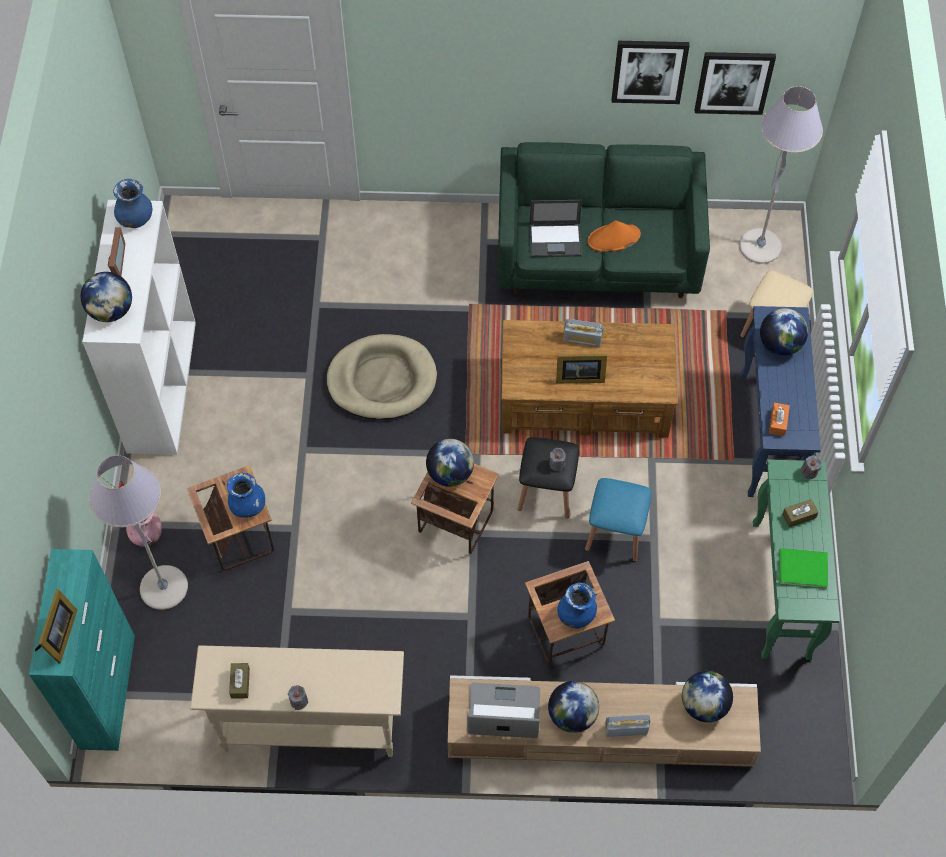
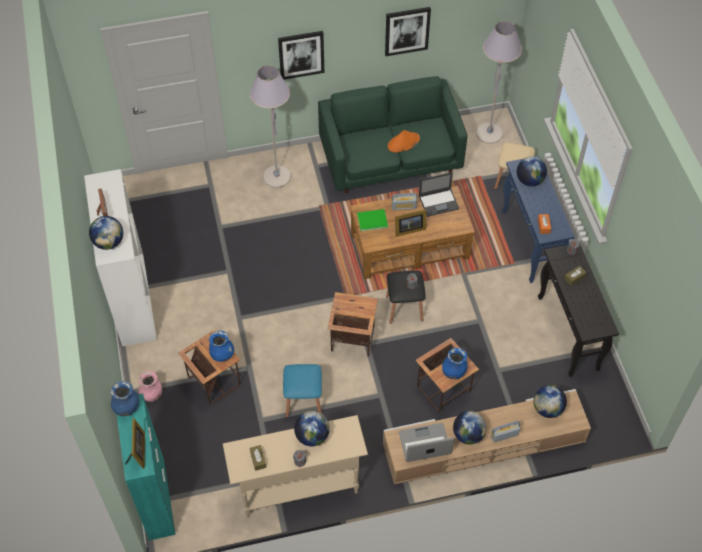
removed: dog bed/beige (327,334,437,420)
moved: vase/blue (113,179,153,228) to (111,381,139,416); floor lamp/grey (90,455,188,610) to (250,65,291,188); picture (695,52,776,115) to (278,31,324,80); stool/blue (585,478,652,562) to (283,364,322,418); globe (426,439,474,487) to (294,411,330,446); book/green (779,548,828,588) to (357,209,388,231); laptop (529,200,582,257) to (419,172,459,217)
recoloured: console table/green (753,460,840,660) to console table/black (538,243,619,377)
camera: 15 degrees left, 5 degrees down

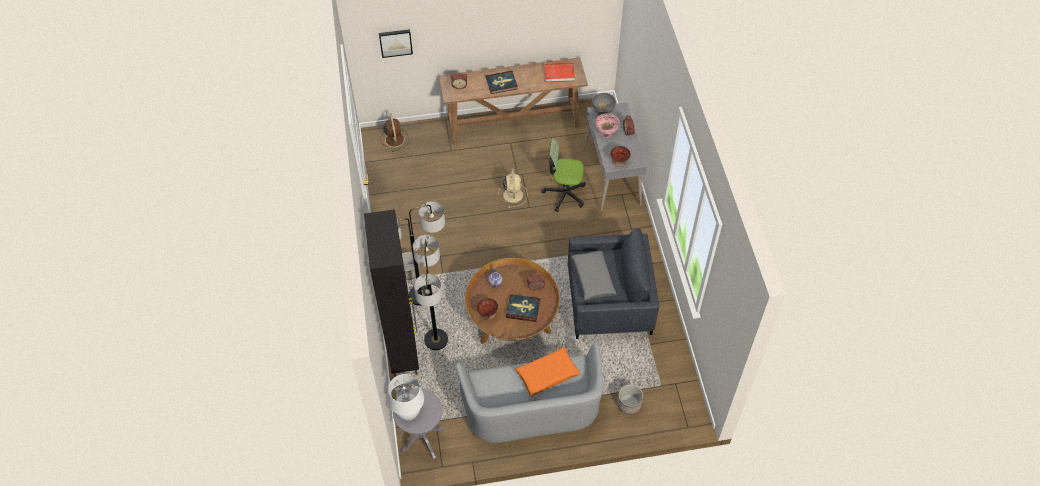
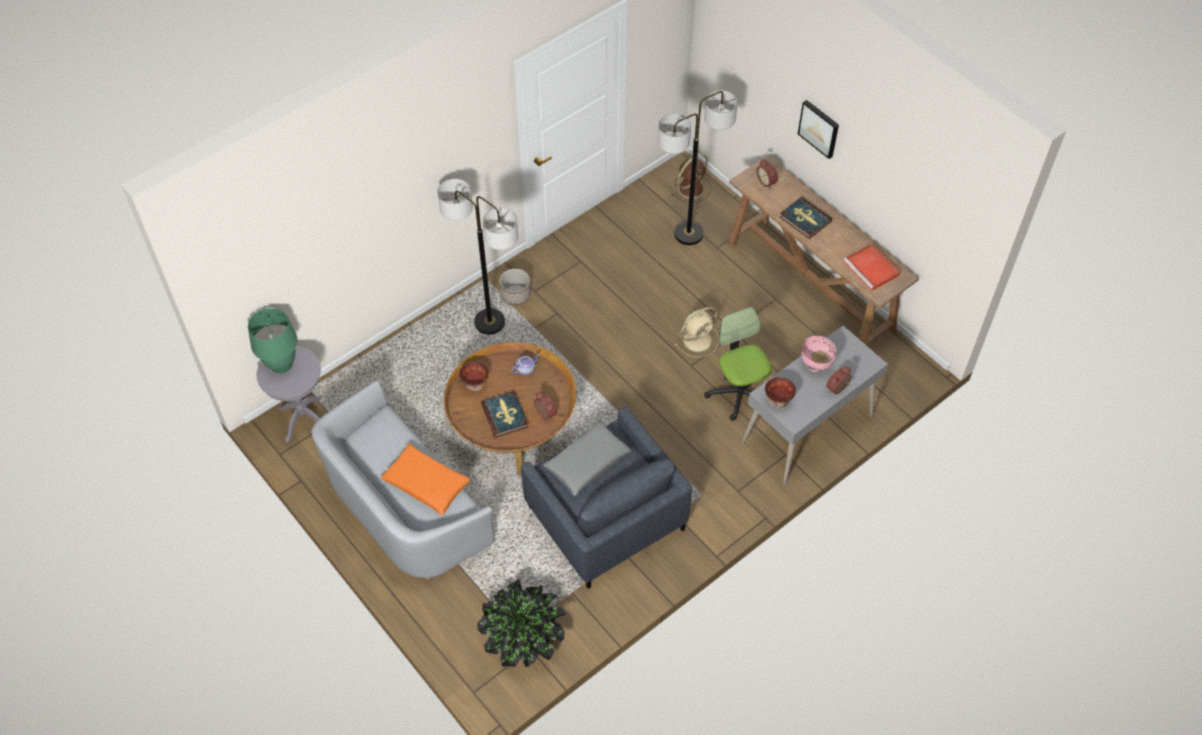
removed: cabinet/black (364,209,419,377); bowl/grey (592,93,616,115); planter (617,384,643,414)
added: potted plant (477,579,566,667)
moved: floor lamp (413,235,448,350) to (658,90,738,245); picture (379,29,413,58) to (798,100,839,159)
recoloured: table lamp/white (388,374,424,421) to table lamp/green (248,308,298,373)
camera: 60 degrees right, 0 degrees up

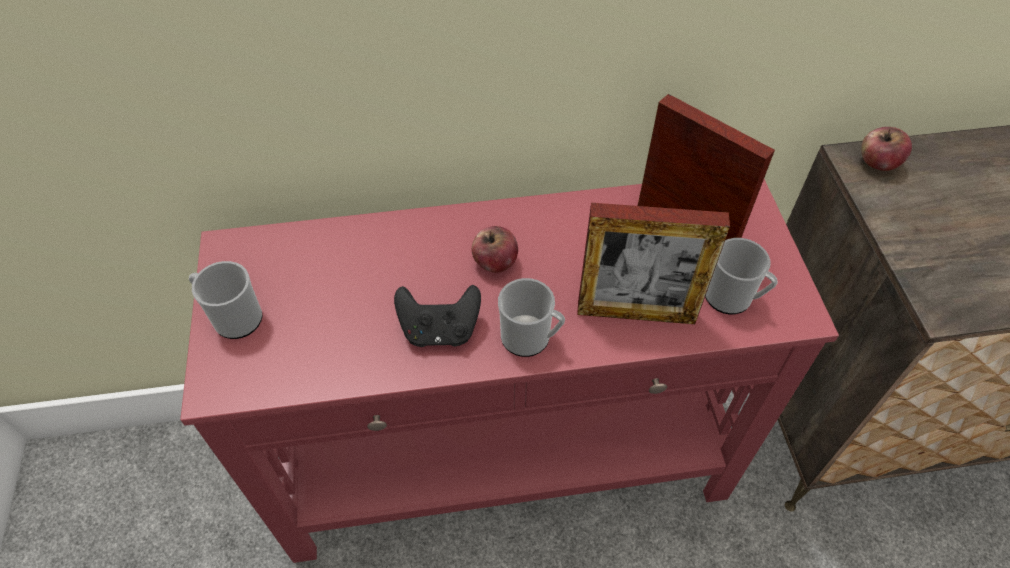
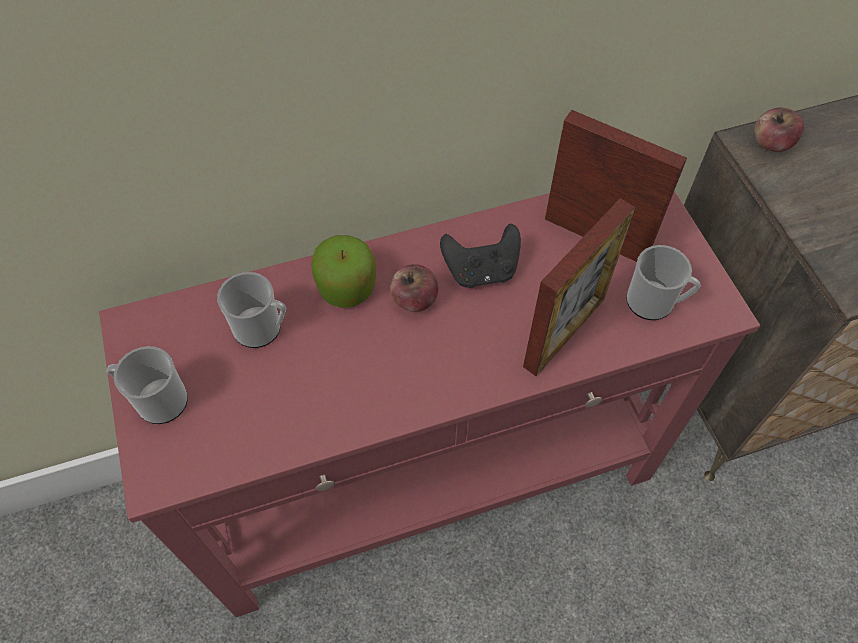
added: apple (311,235,376,308)
moved: mug (498,278,565,357) to (217,272,286,348); game controller/black (394,285,481,347) to (440,224,521,288)
turned: picture frame (577,203,730,324) = (523,198,636,376) 45 degrees counterclockwise
camera: 10 degrees left, 5 degrees up

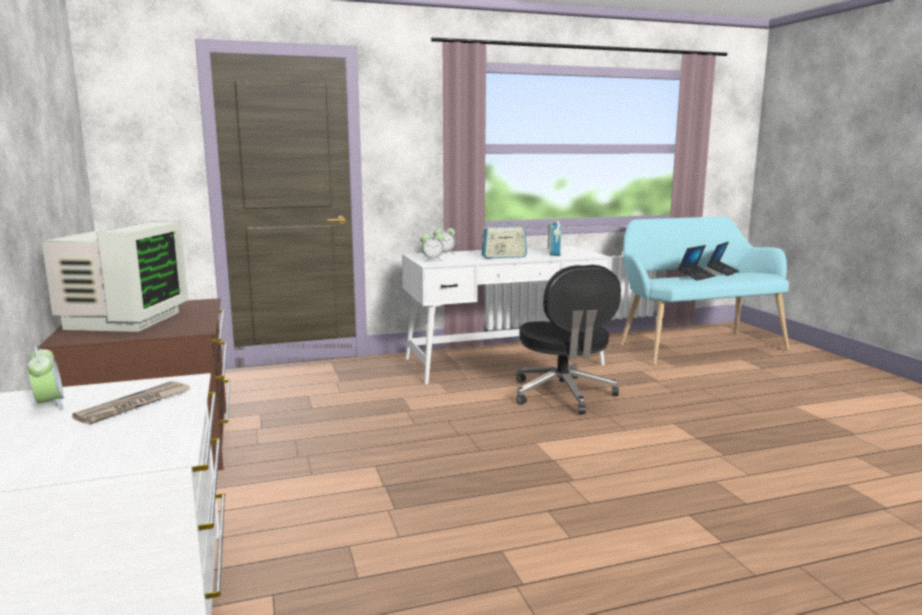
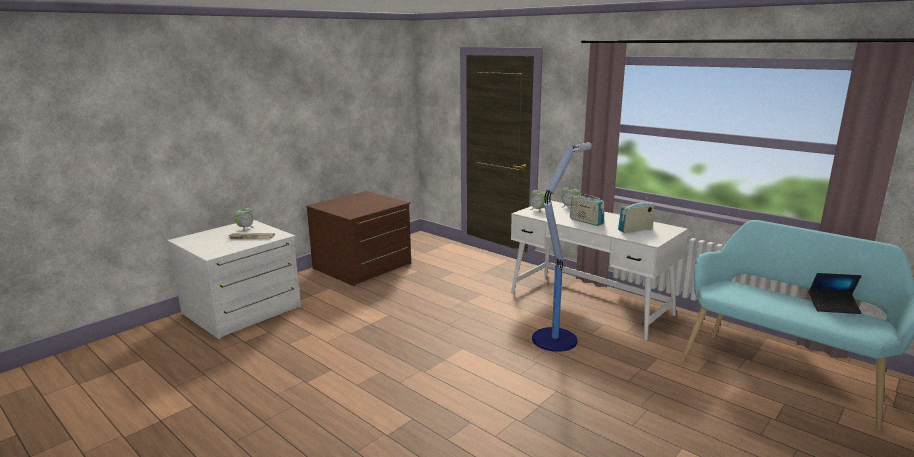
removed: monitor (41,222,189,332); laptop (678,245,715,281)
replaced: office chair/black (516,265,621,414) to floor lamp (532,142,592,352)
camera: 60 degrees right, 5 degrees up

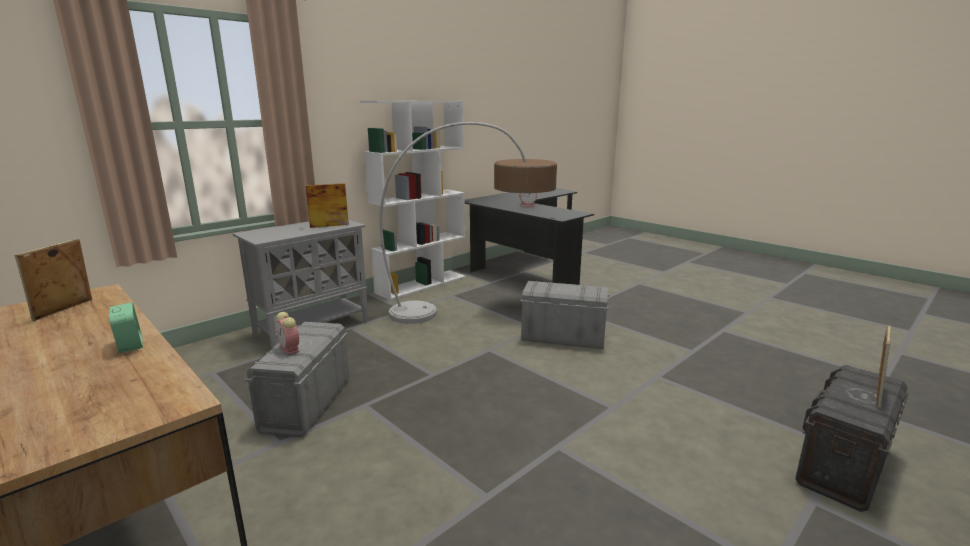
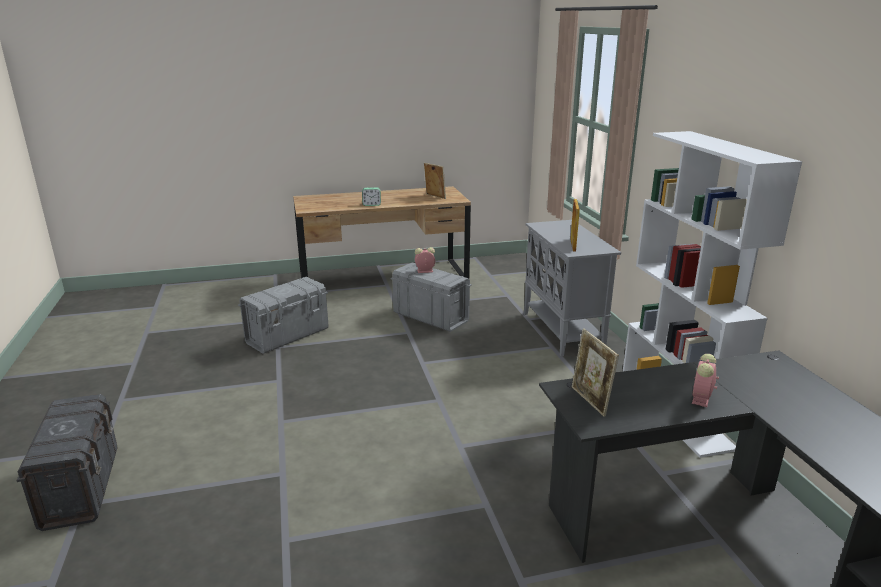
removed: floor lamp (380,122,557,324)
moved: storage box/grey (520,281,609,349) to (238,277,329,354); picture frame (877,325,891,408) to (571,329,619,417)
camera: 120 degrees right, 5 degrees up

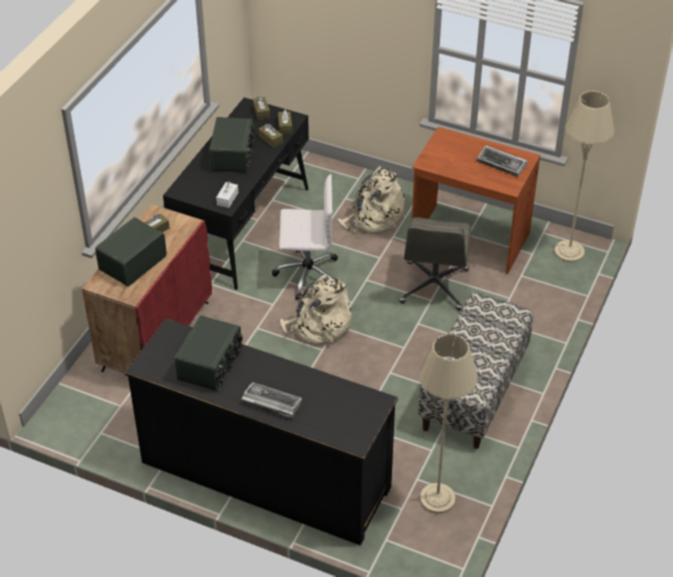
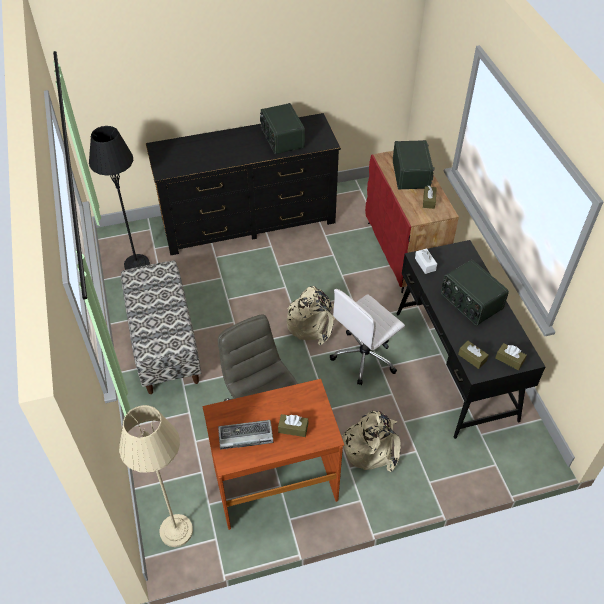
removed: keyboard (241,382,303,419)
moved: tissue box/brown (259,124,283,148) to (278,414,308,437)
recoloured: floor lamp/beige (419,334,478,514) to floor lamp/black (89,126,150,270)
camera: 140 degrees right, 5 degrees up

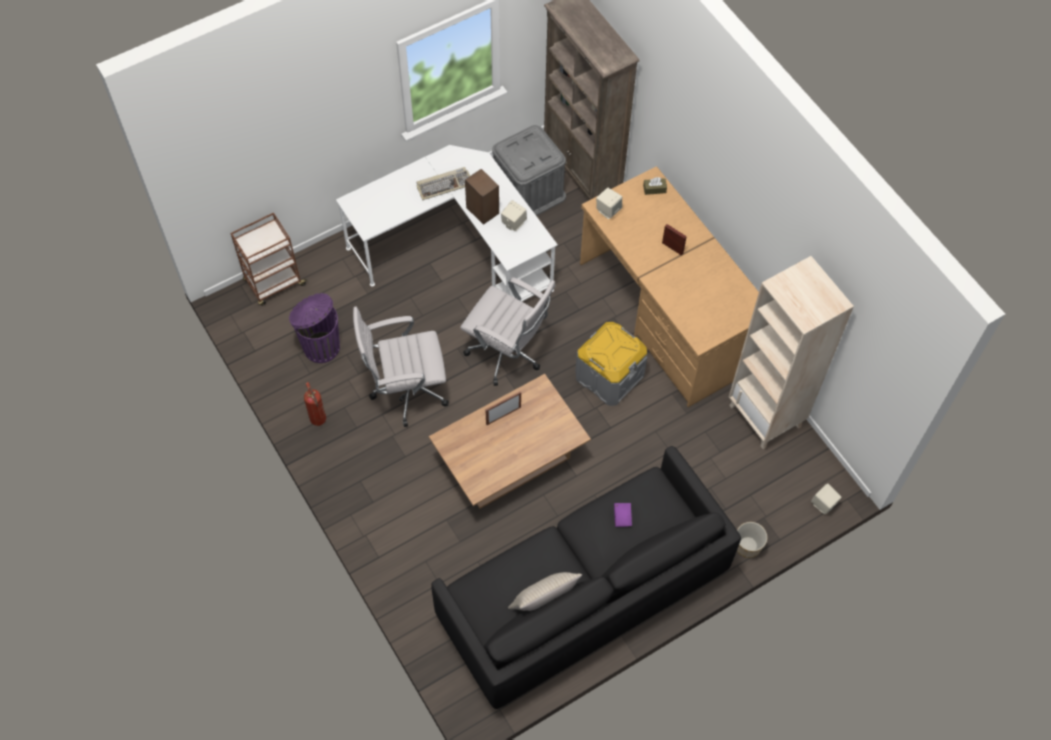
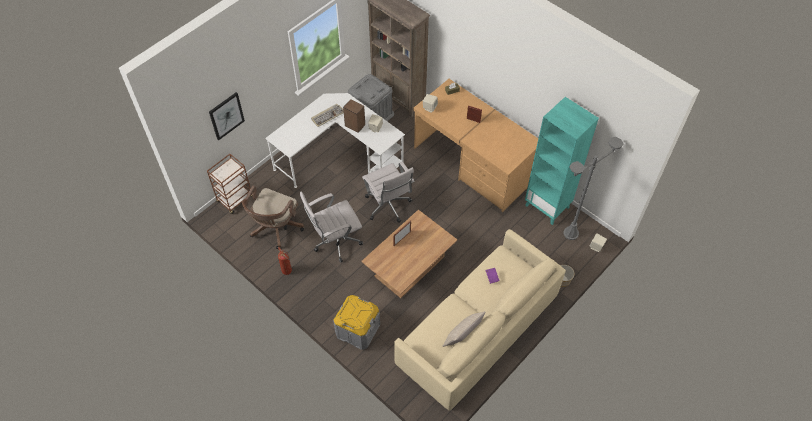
added: picture (209,92,245,140); floor lamp/grey (564,137,624,240)
moved: storage box/grey (575,322,647,406) to (333,295,380,350)
replaced: trash can/purple (289,293,340,363) to office chair/brown (242,185,304,250)
recoloured: sofa/black (431,446,741,709) to sofa/beige (394,229,566,411); bookcase/beige (729,256,854,449) to bookcase/turquoise (525,97,599,225)
turned: office chair/white (460,277,555,386) = (362,162,415,223) 45 degrees clockwise
camera: 15 degrees left, 5 degrees down

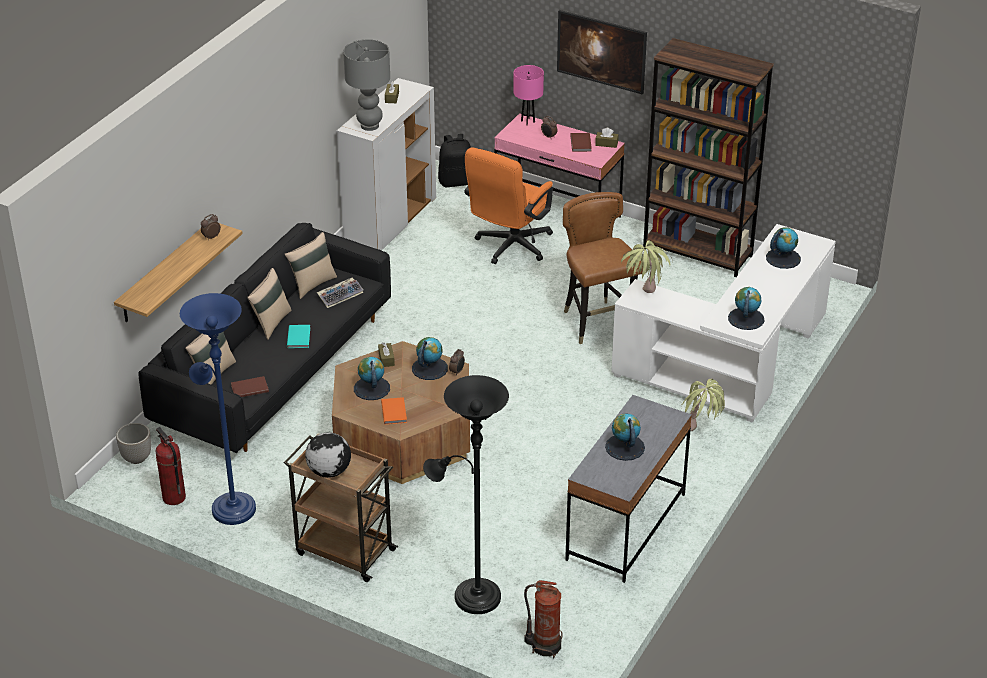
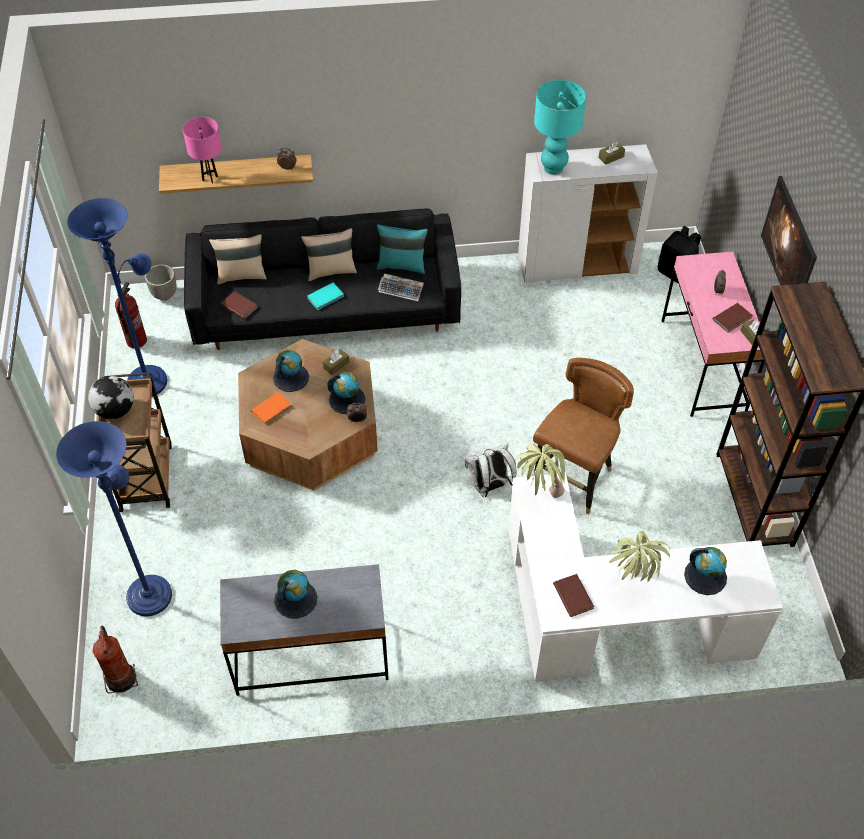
removed: office chair/orange (464,147,553,264)
added: backpack/white (464,443,516,497)
moved: table lamp/pink (514,65,544,125) to (183,117,221,184); potted plant (681,379,725,431) to (609,531,670,581)
replaced: globe (728,287,764,330) to book/brown (553,574,594,617)
recoloured: floor lamp/black (423,375,509,614) to floor lamp/blue (56,421,172,616); pillow/beige (285,232,337,299) to pillow/turquoise (376,224,428,274); table lamp/grey (343,39,390,131) to table lamp/turquoise (534,80,586,175)
camera: 55 degrees right, 15 degrees up

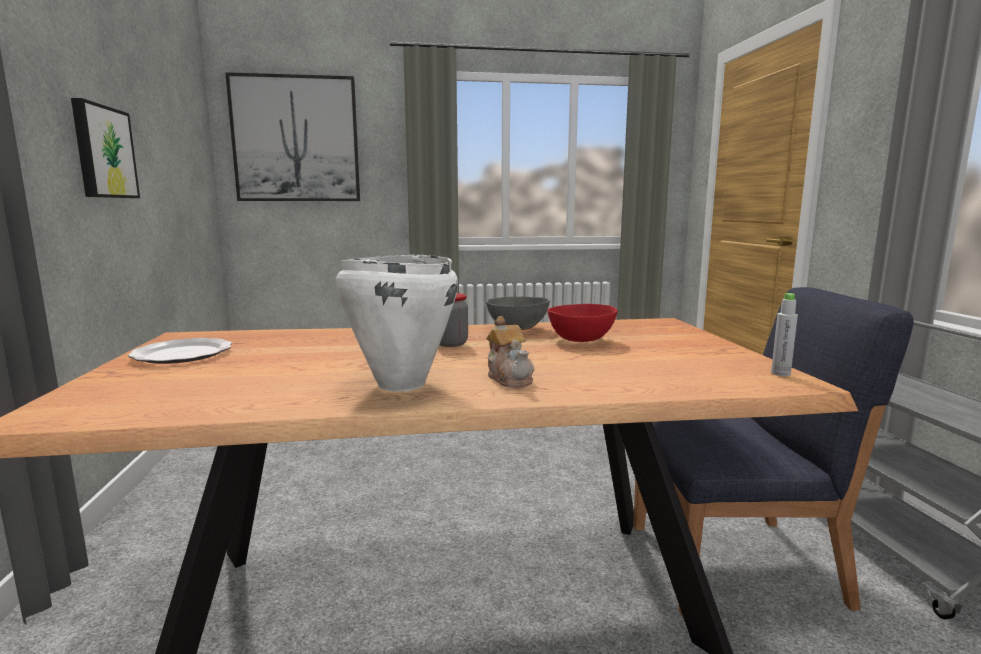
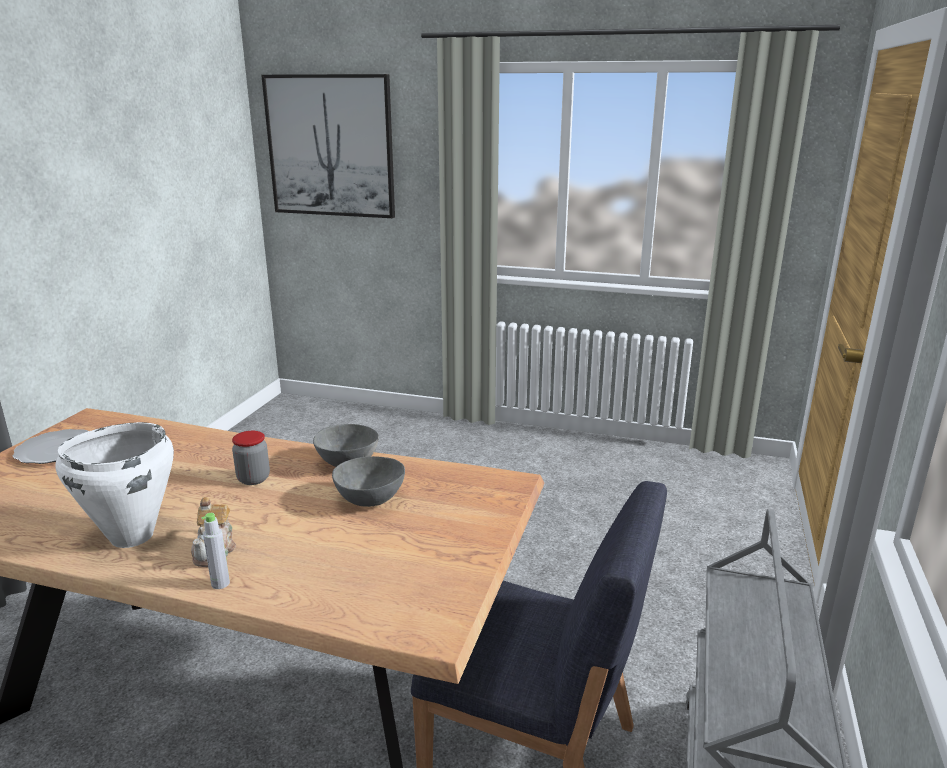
removed: picture (71,98,140,198)
moved: bottle/grey (771,293,798,376) to (202,513,230,589)
recoloured: bowl/red (548,304,617,342) to bowl/grey (332,456,405,507)
camera: 25 degrees right, 10 degrees up

